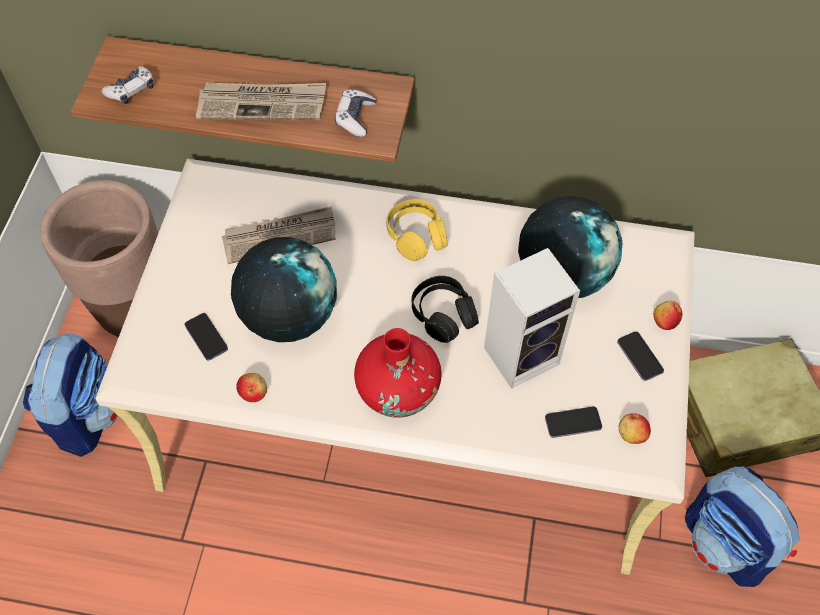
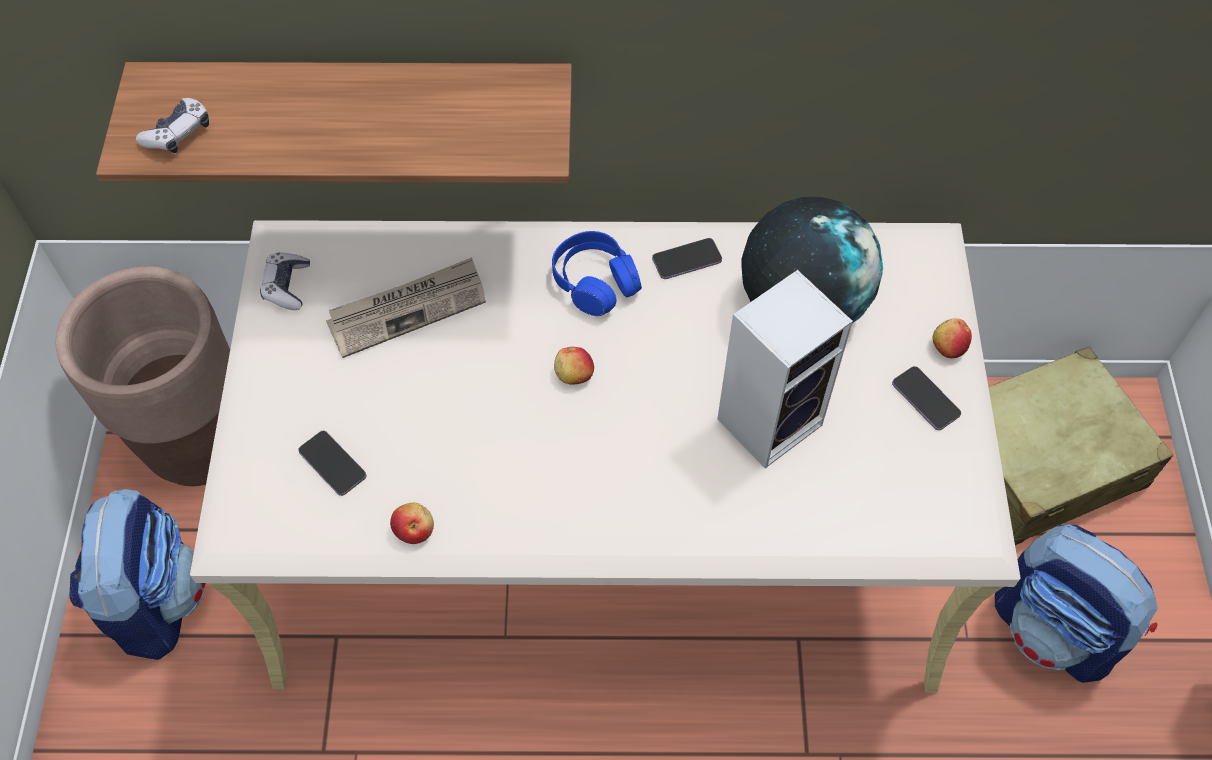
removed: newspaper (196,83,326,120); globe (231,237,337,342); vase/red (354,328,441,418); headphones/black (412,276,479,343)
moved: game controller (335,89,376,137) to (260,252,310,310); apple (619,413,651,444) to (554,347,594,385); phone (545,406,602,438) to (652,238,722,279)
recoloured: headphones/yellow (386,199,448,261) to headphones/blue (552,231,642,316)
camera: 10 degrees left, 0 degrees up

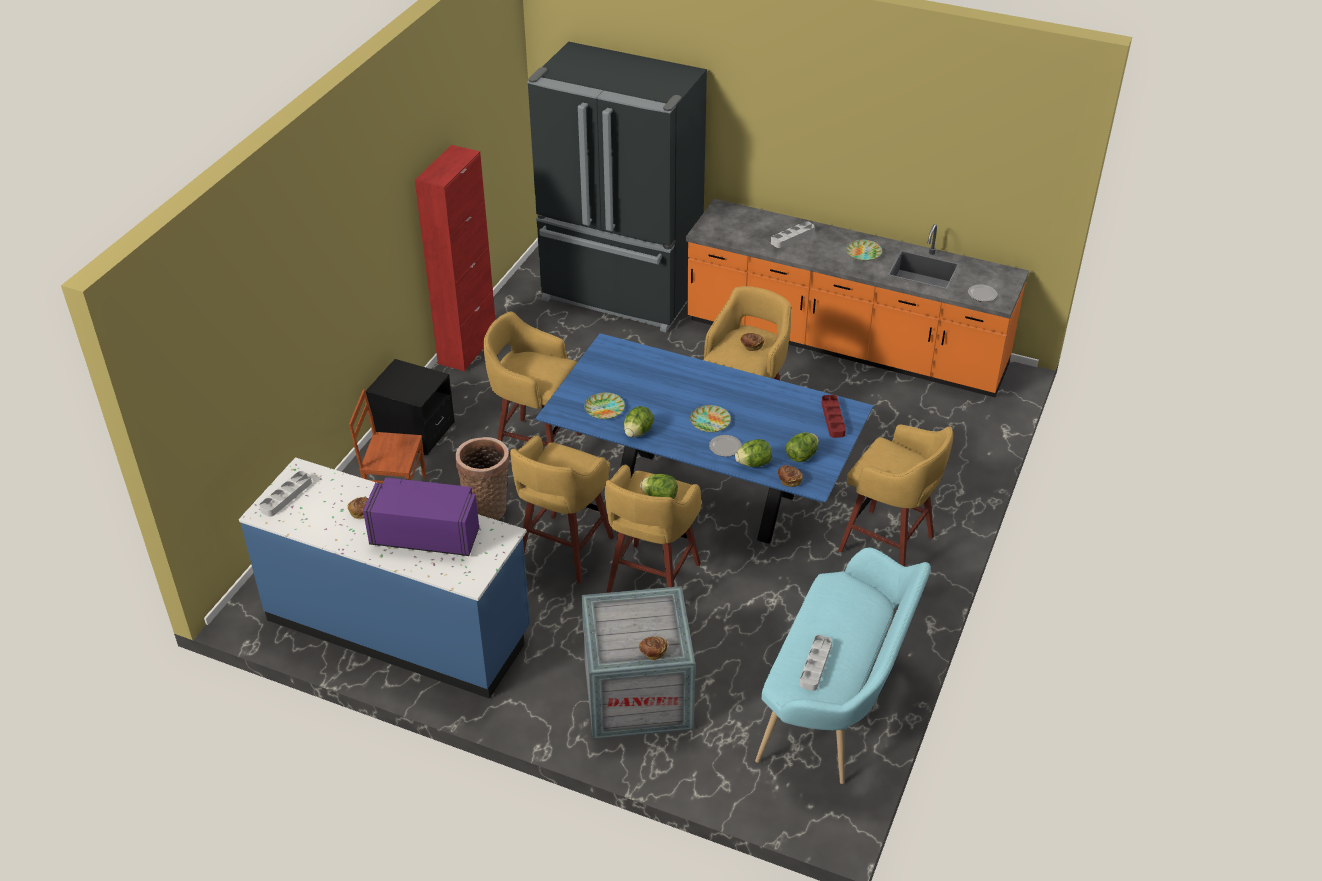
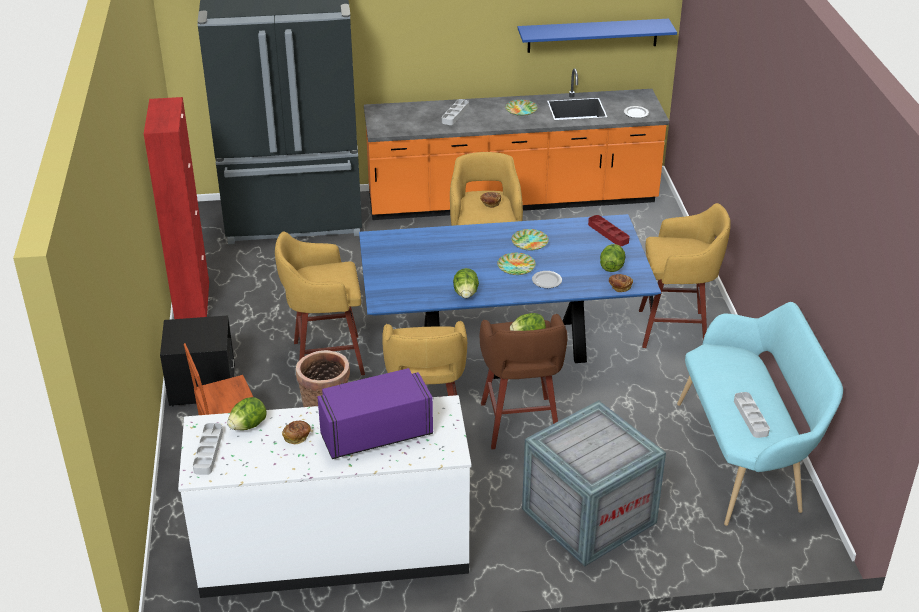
removed: bread (639,637,668,660)
added: shelf/blue (518,19,677,53)
moved: lettuce (735,439,772,467) to (228,397,267,430); plate (584,392,625,419) to (511,229,549,250)
recoloured: counter/blue (239,457,530,699) to counter/white (178,395,471,598); stool/yellow (605,464,701,593) to stool/brown (480,314,568,449)
camera: 30 degrees left, 5 degrees down

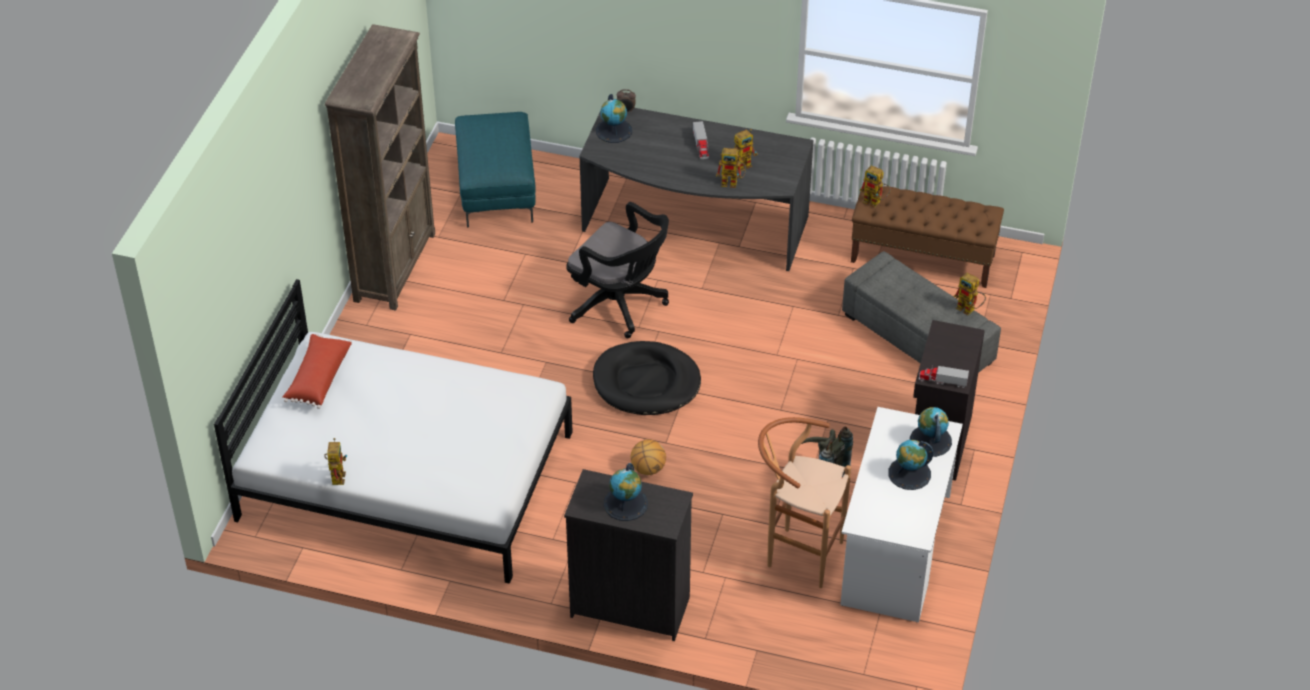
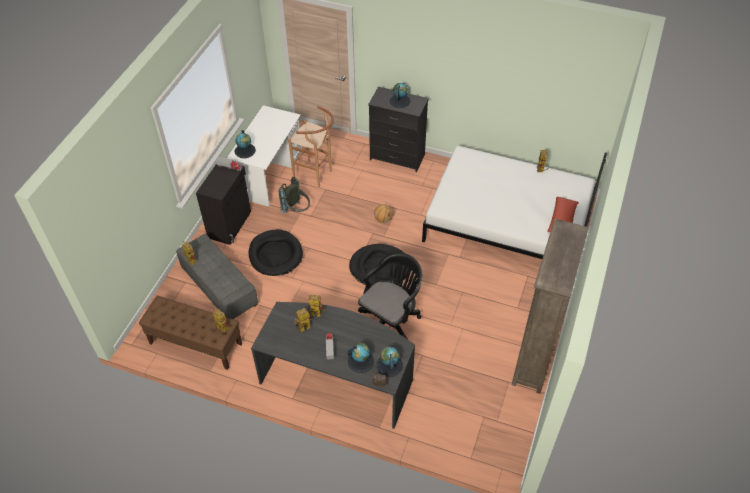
removed: ottoman/turquoise (455,112,536,227)
added: dog bed/black (249,230,303,276)
moved: globe (888,440,933,490) to (347,343,374,373)
turned: office chair/black (567,202,669,338) = (358,252,422,339) 90 degrees clockwise
camera: 175 degrees left, 5 degrees up

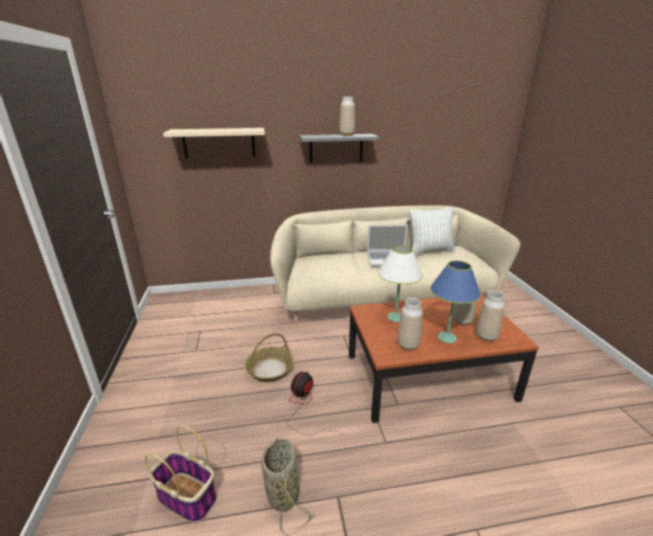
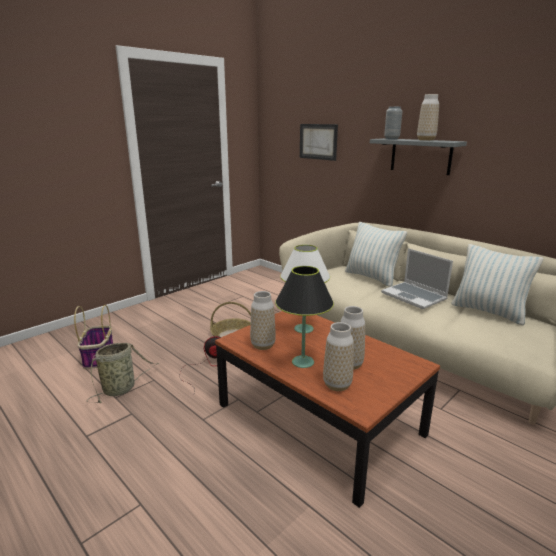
added: pillow (345,222,407,287); vase/grey (384,107,402,139)
replaced: shelf/beige (163,128,265,159) to picture (300,124,338,161)
recoloured: table lamp/blue (430,260,481,343) to table lamp/black (275,266,334,368)
camera: 55 degrees right, 5 degrees down

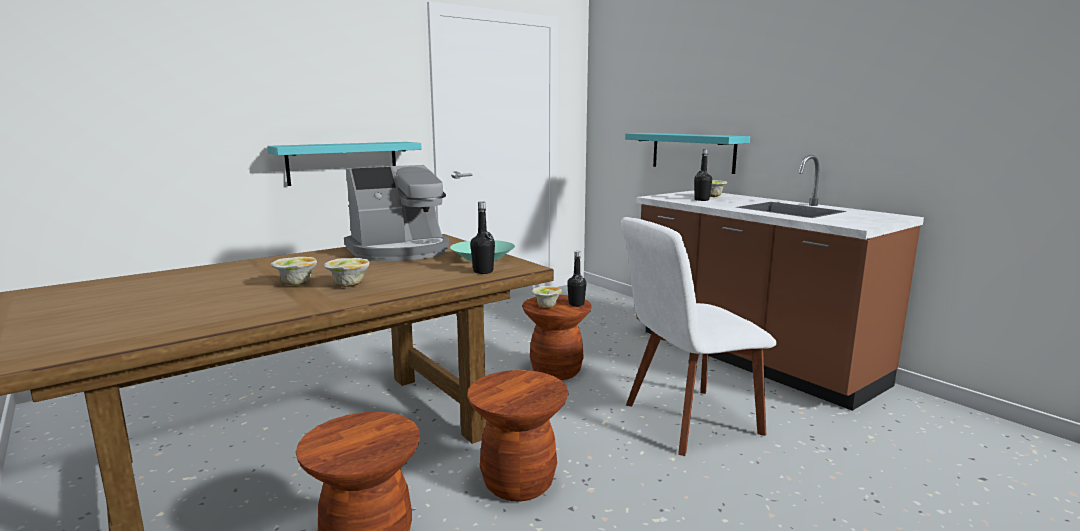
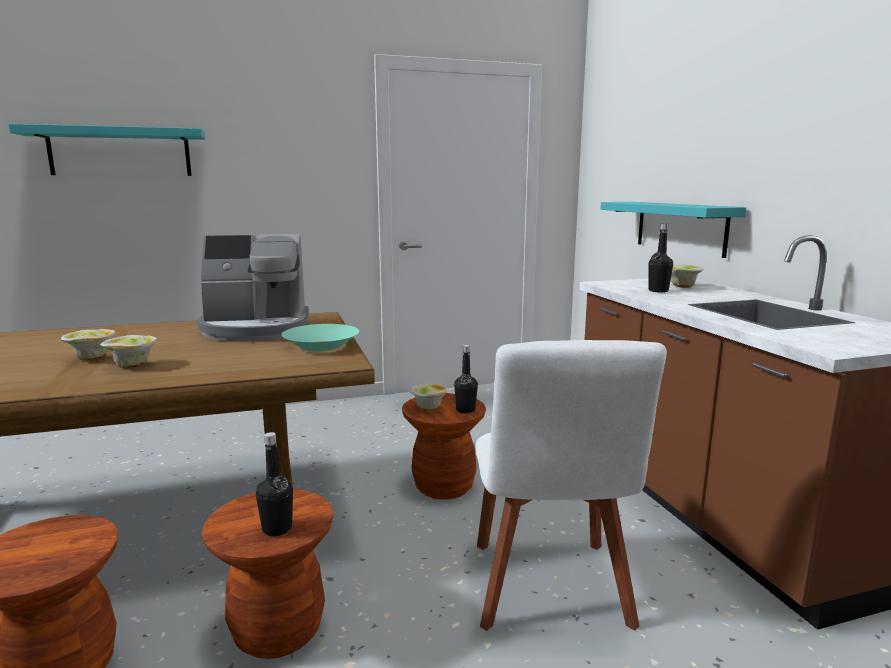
moved: shelf/turquoise (267,142,422,186) to (8,124,205,176); bottle/black (470,201,495,274) to (256,432,293,536)
turned: chair/white (621,217,777,456) = (475,340,667,631) 90 degrees counterclockwise
camera: 20 degrees right, 0 degrees up

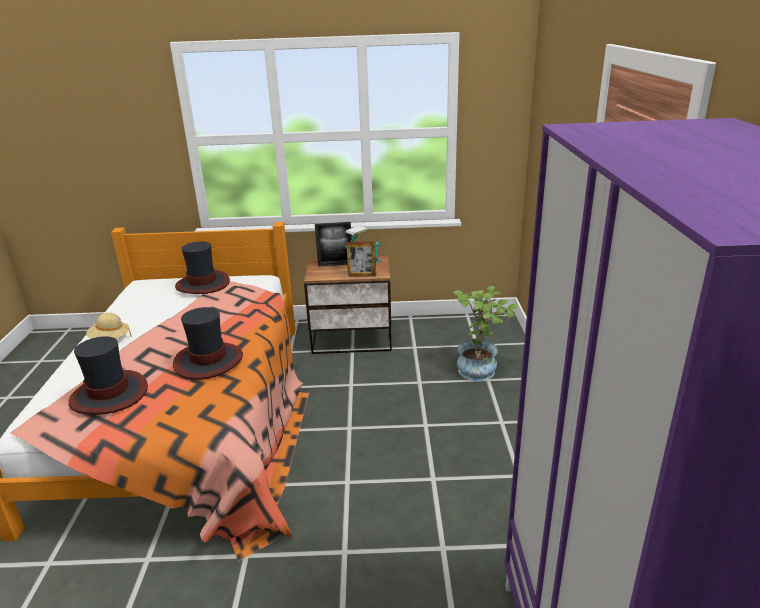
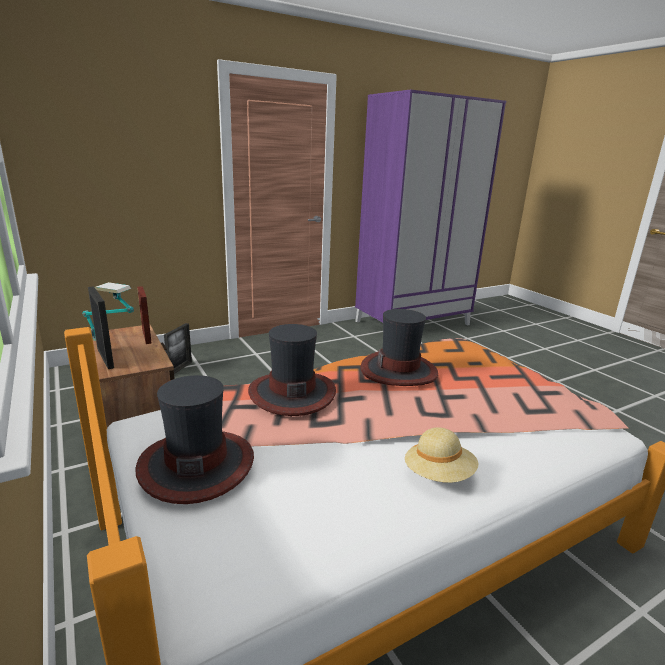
moved: hat (69,336,148,415) to (248,324,336,416)
replaced: potted plant (453,286,519,381) to picture frame (164,323,192,374)
camera: 120 degrees left, 5 degrees down

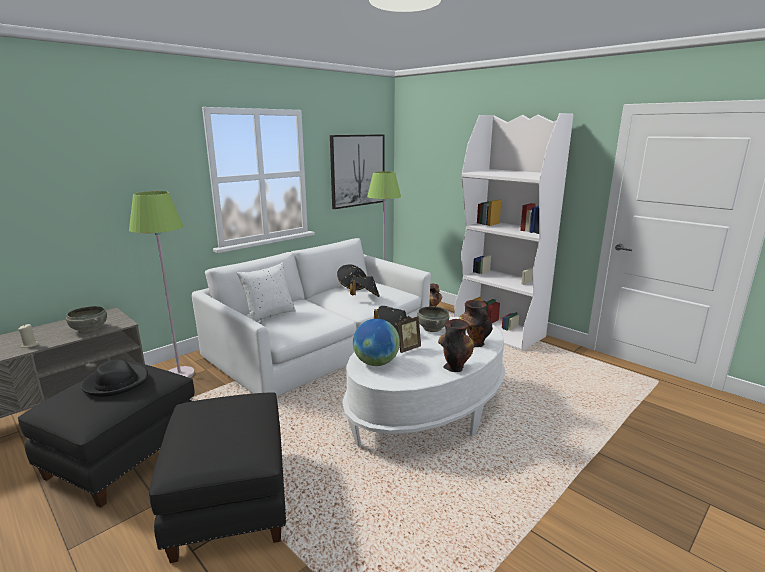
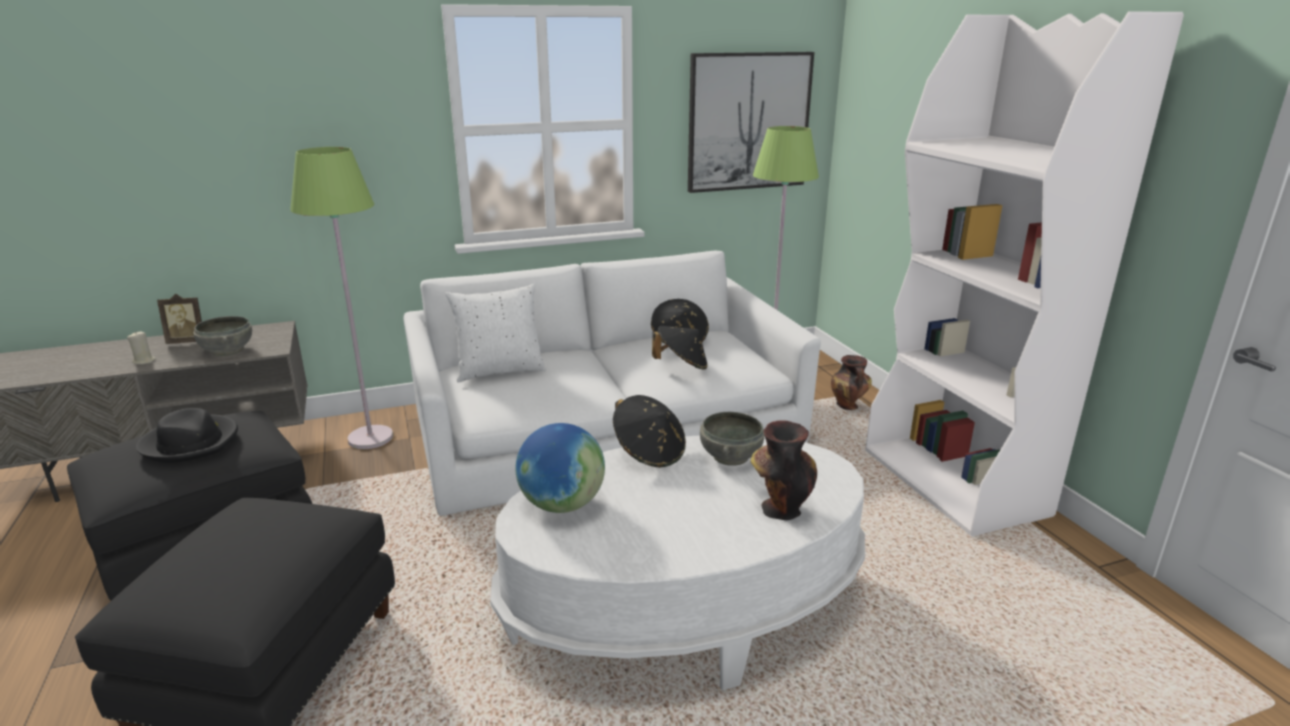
removed: vase (438,319,474,372)
moved: picture frame (398,316,421,353) to (157,294,202,344)
camera: 25 degrees right, 5 degrees up

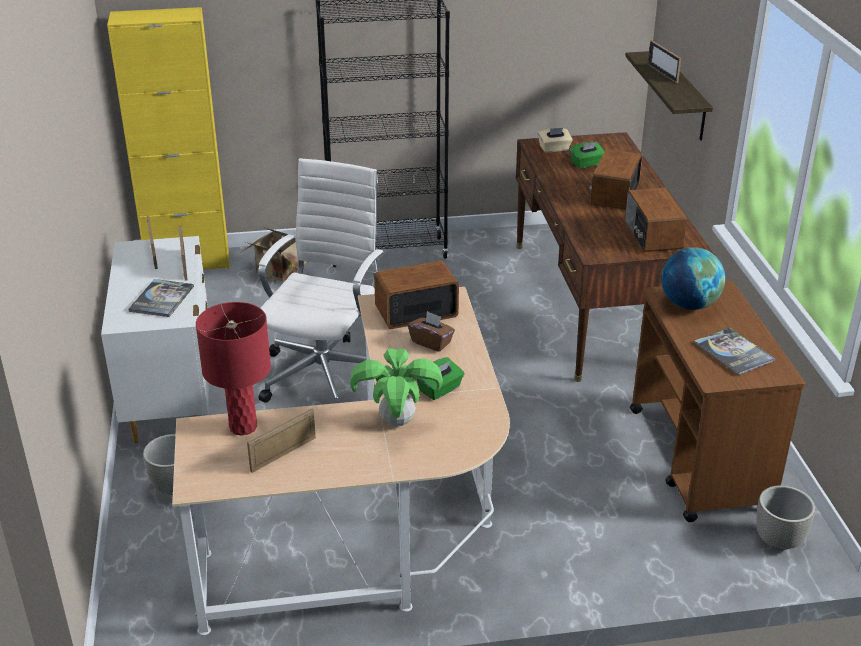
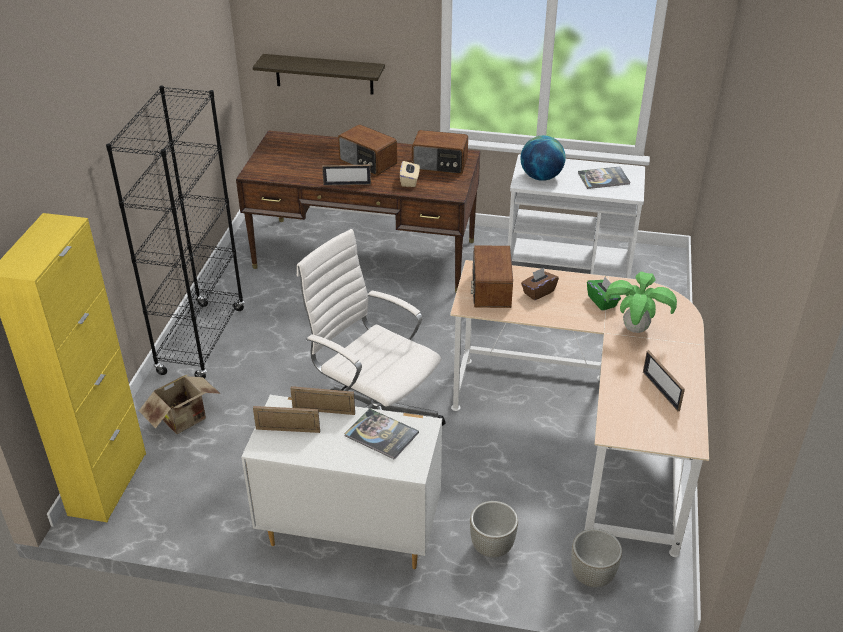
removed: table lamp/red (196,302,271,436); tissue box/green (570,142,605,168)
moved: picture frame (648,40,681,83) to (322,165,371,186); tissue box/beige (538,128,573,153) to (400,161,420,187); planter/grey (756,485,815,550) to (571,529,622,587)
recoloured: cart/brown (630,281,805,522) to cart/white (508,154,645,278)
camera: 70 degrees left, 5 degrees up

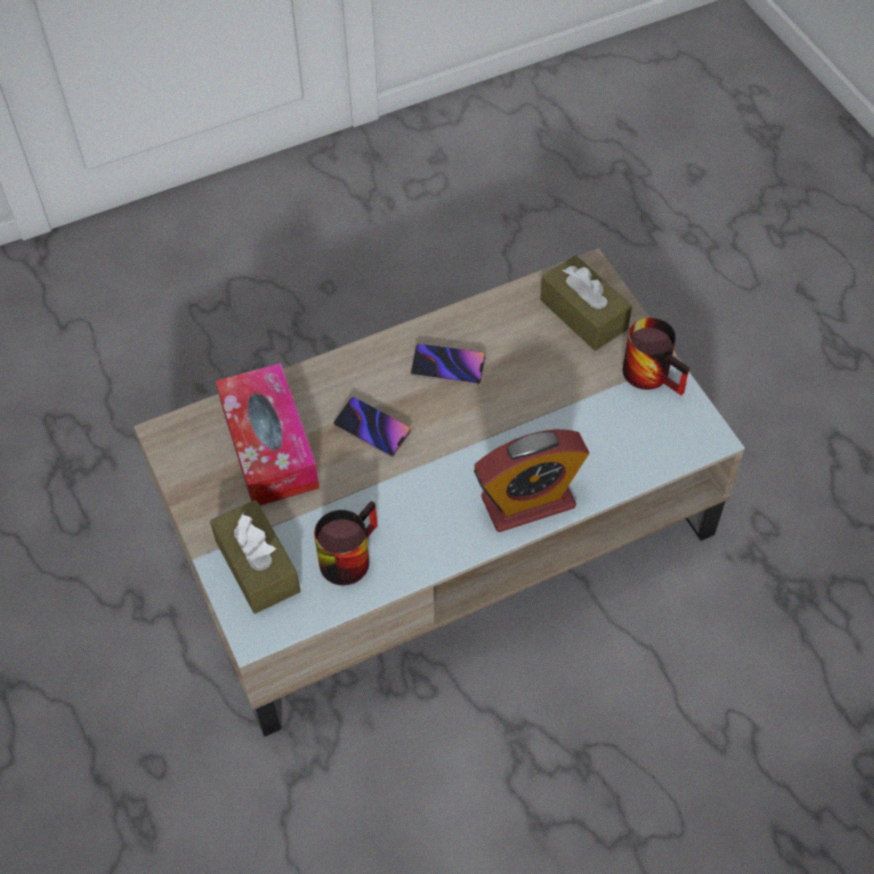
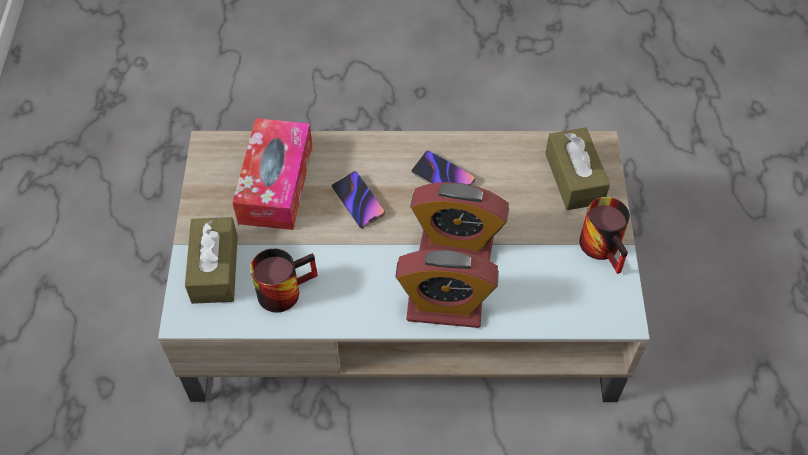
added: alarm clock (410,182,509,261)
camera: 25 degrees right, 0 degrees up

